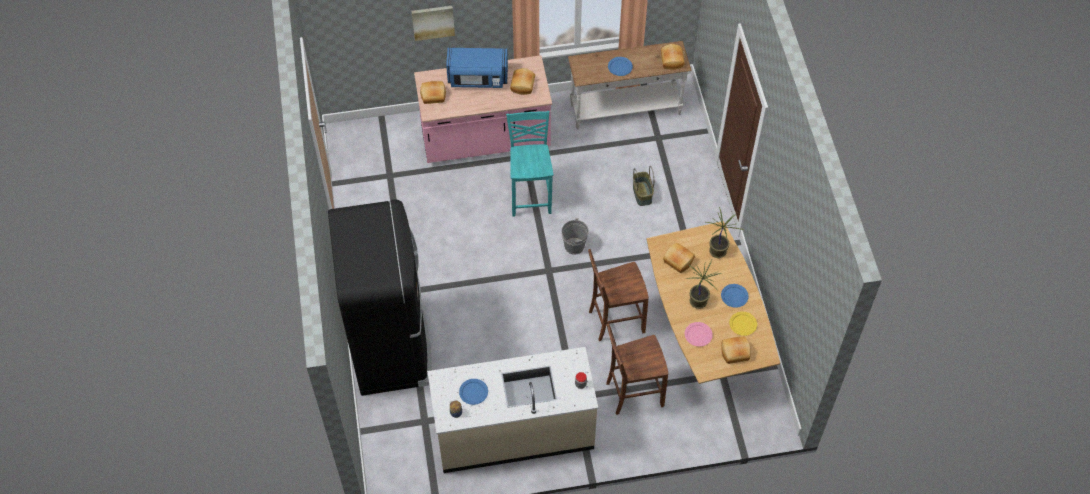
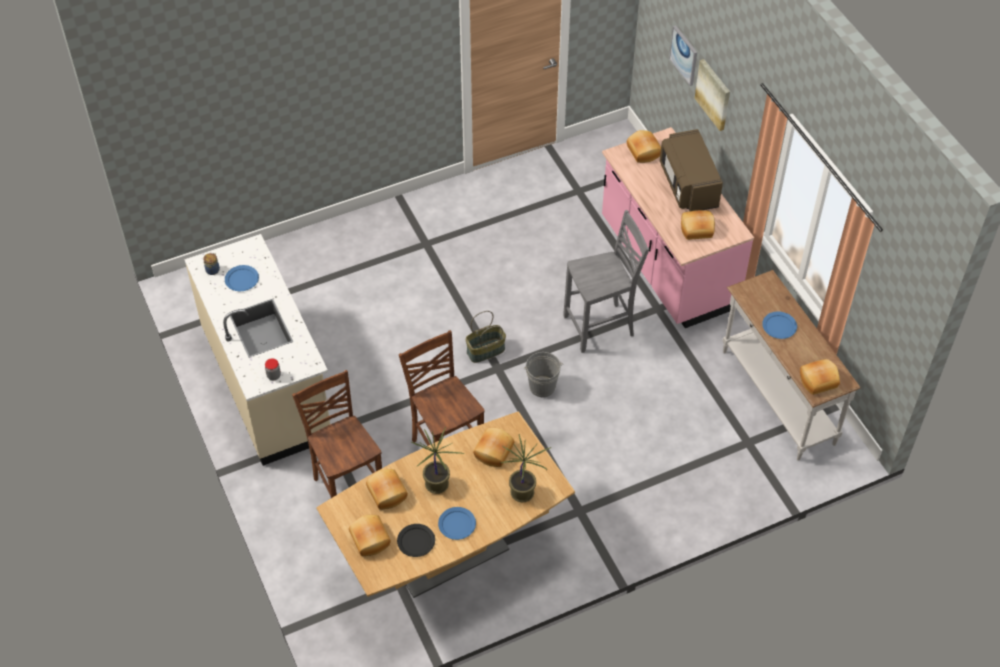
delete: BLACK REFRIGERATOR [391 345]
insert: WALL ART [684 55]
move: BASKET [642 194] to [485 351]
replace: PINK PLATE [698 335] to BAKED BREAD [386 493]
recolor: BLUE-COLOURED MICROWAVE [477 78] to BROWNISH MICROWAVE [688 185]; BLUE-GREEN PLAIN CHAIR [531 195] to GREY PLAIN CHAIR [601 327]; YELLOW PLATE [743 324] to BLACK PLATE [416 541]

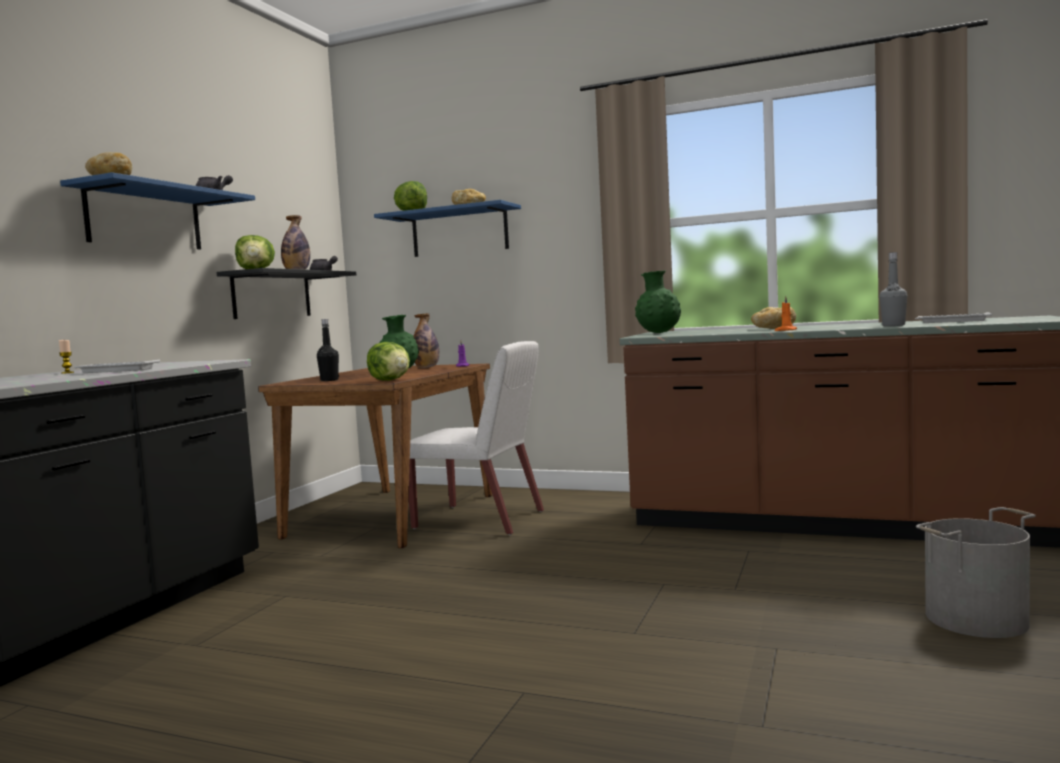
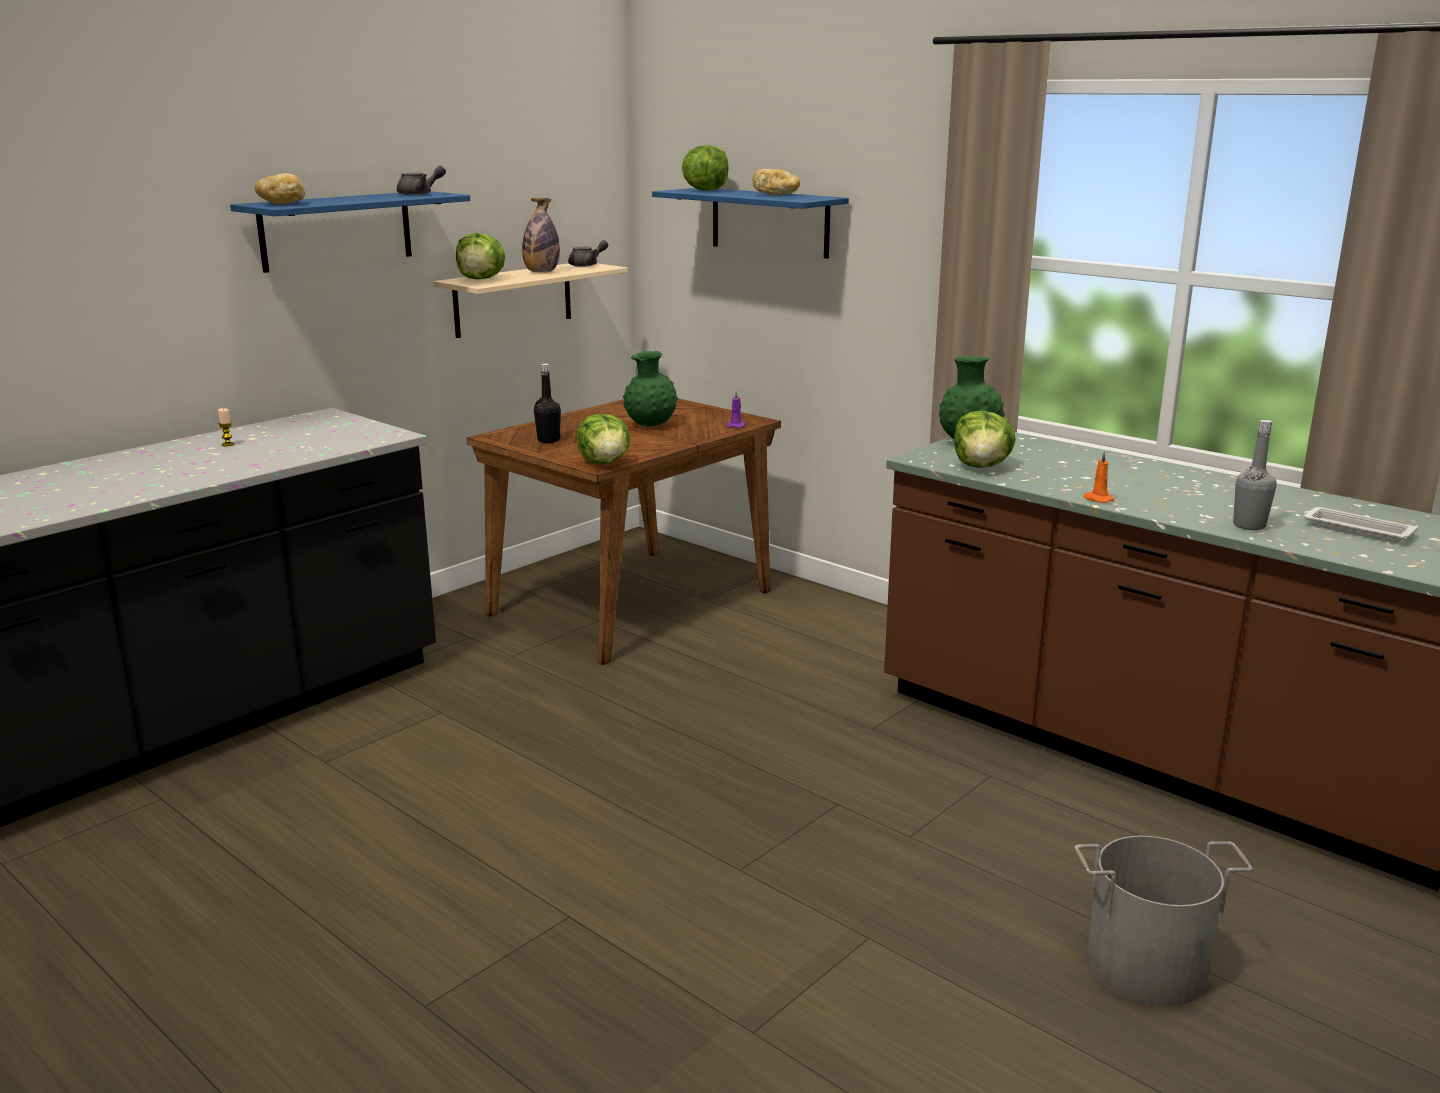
delete: BAKED BREAD [773 328]; DRINK BOTTLE [426 367]; WHITISH PLAIN CHAIR [481 520]; WHITISH CARRYING TRAY [116 371]
insert: LETTUCE HEAD [982 466]
recolor: BLACK BRACKET SHELF [272 295] to BEIGE-COLOURED BRACKET SHELF [513 299]

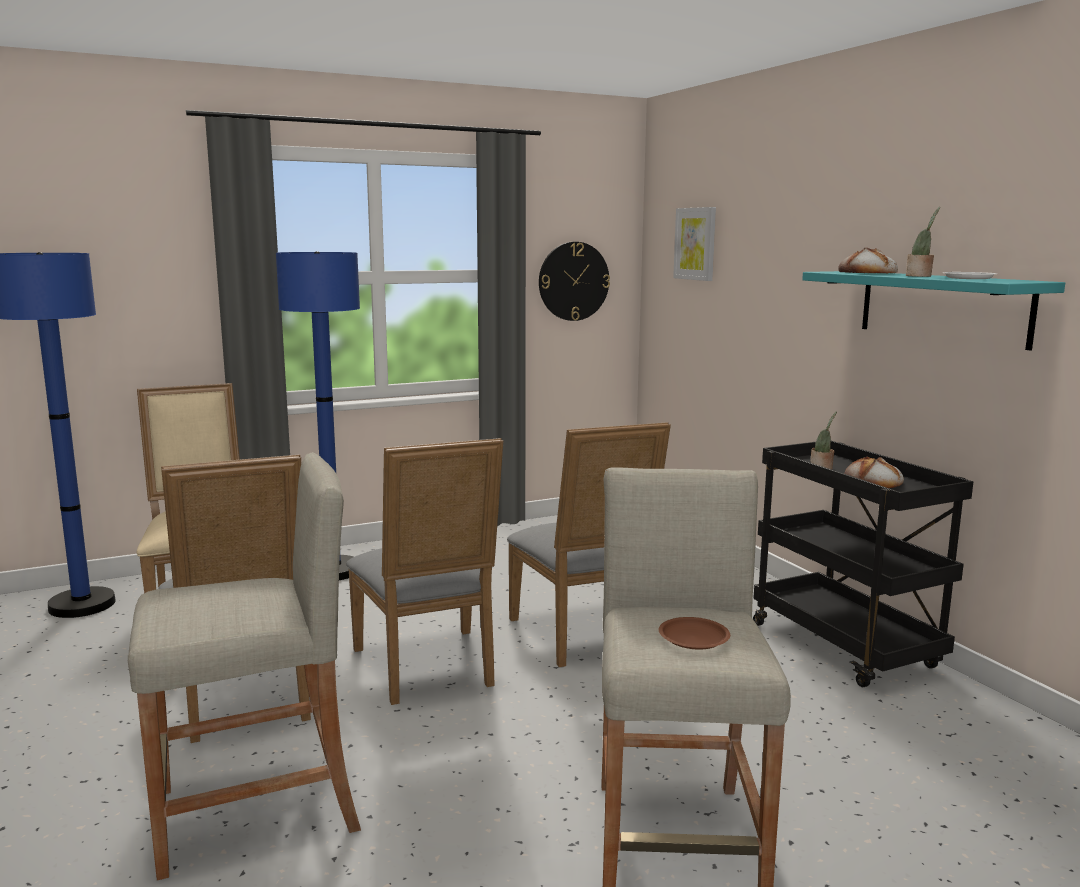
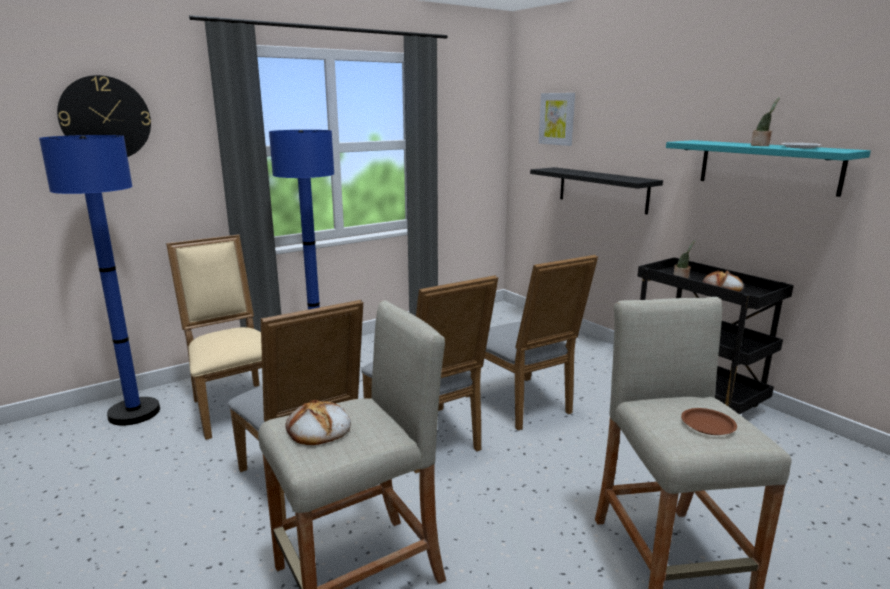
insert: BLACK BRACKET SHELF [602 189]
move: CLOCK ON THE WALL [573 281] to [105 118]; BAKED BREAD [867 273] to [318 429]

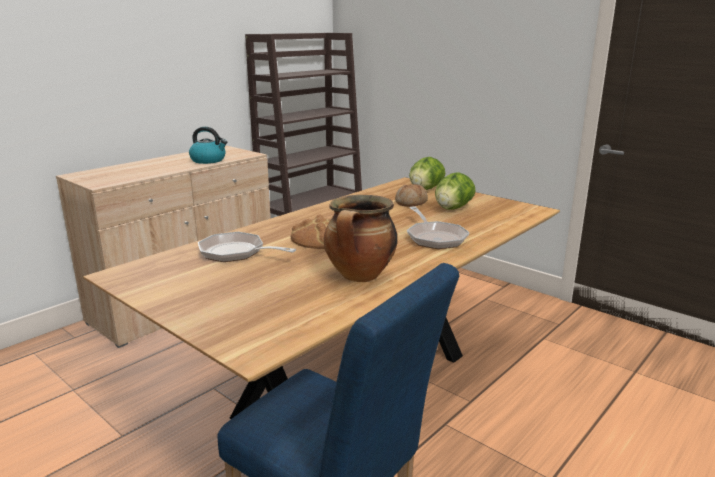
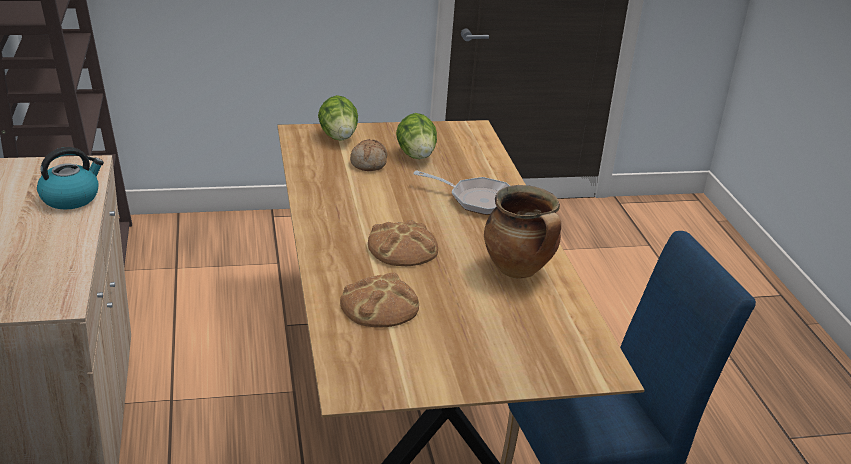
replace: PAN [236 253] to BAKED BREAD [380 305]

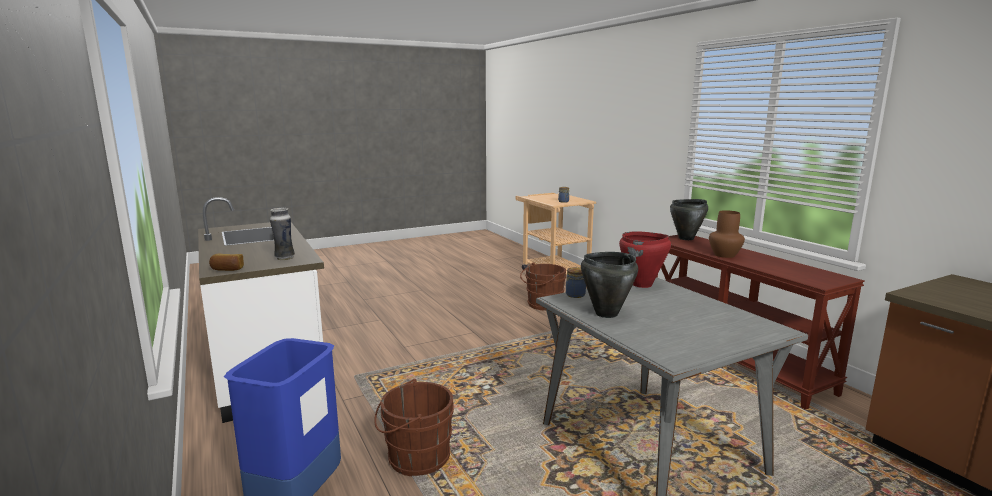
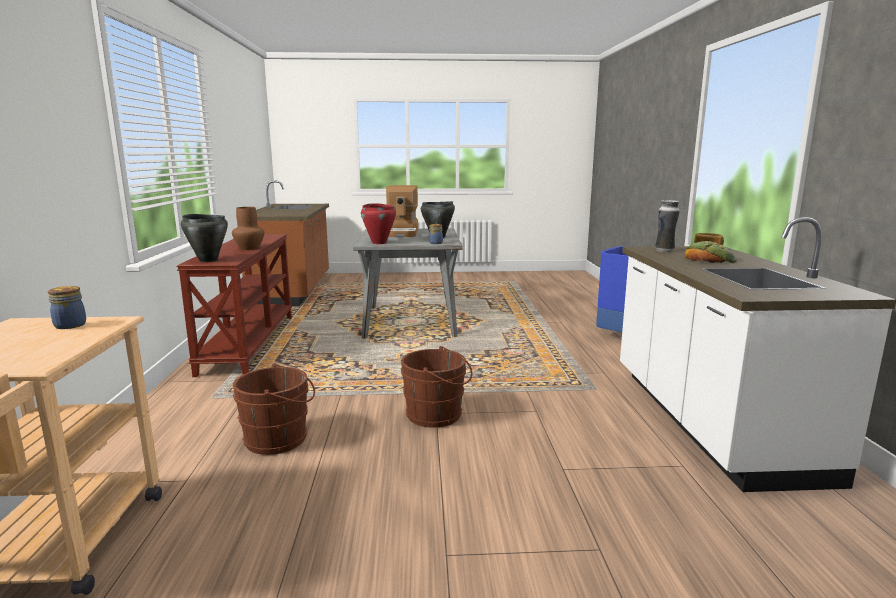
insert: COFFEE MACHINE [403 233]; BAKED BREAD [708 259]
move: BROWNISH WATER BUCKET [415 458] to [437 415]

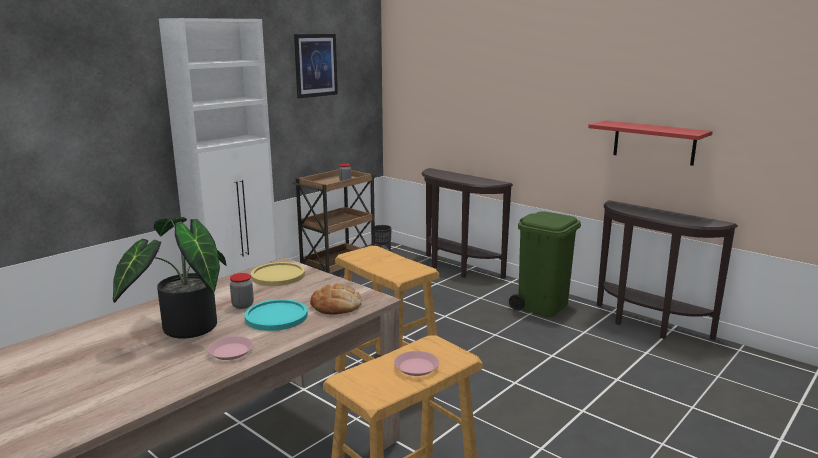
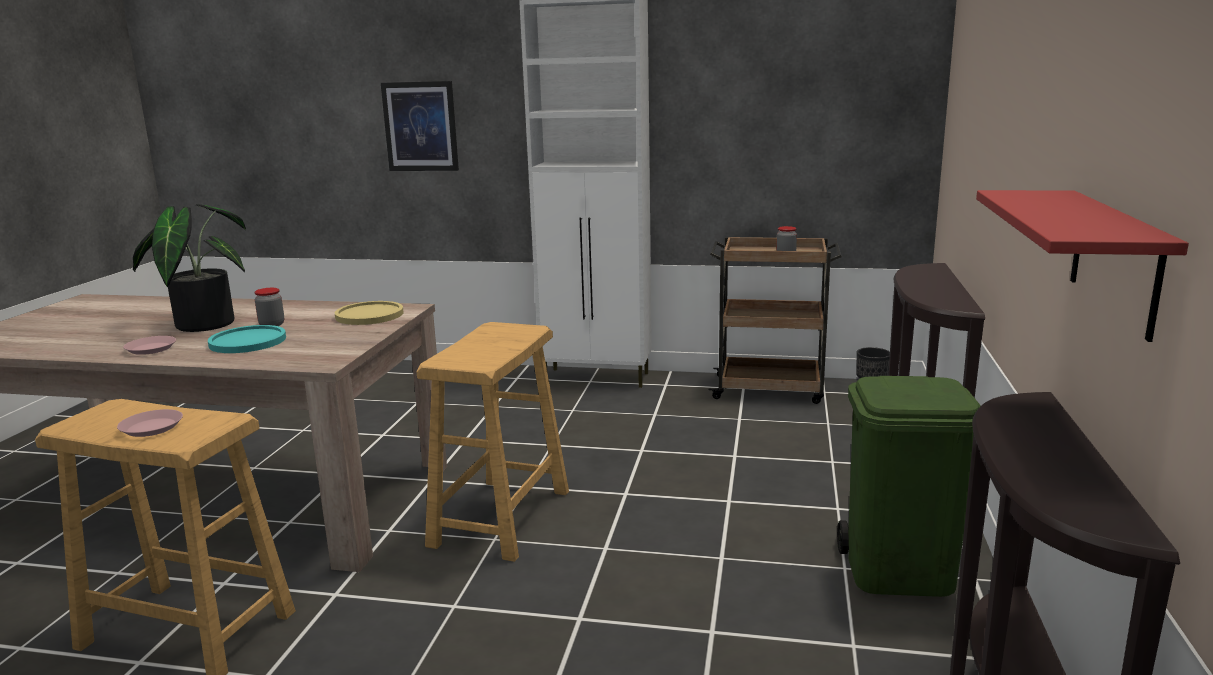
delete: BAKED BREAD [336 305]
move: WALL ART [315 65] to [420 126]

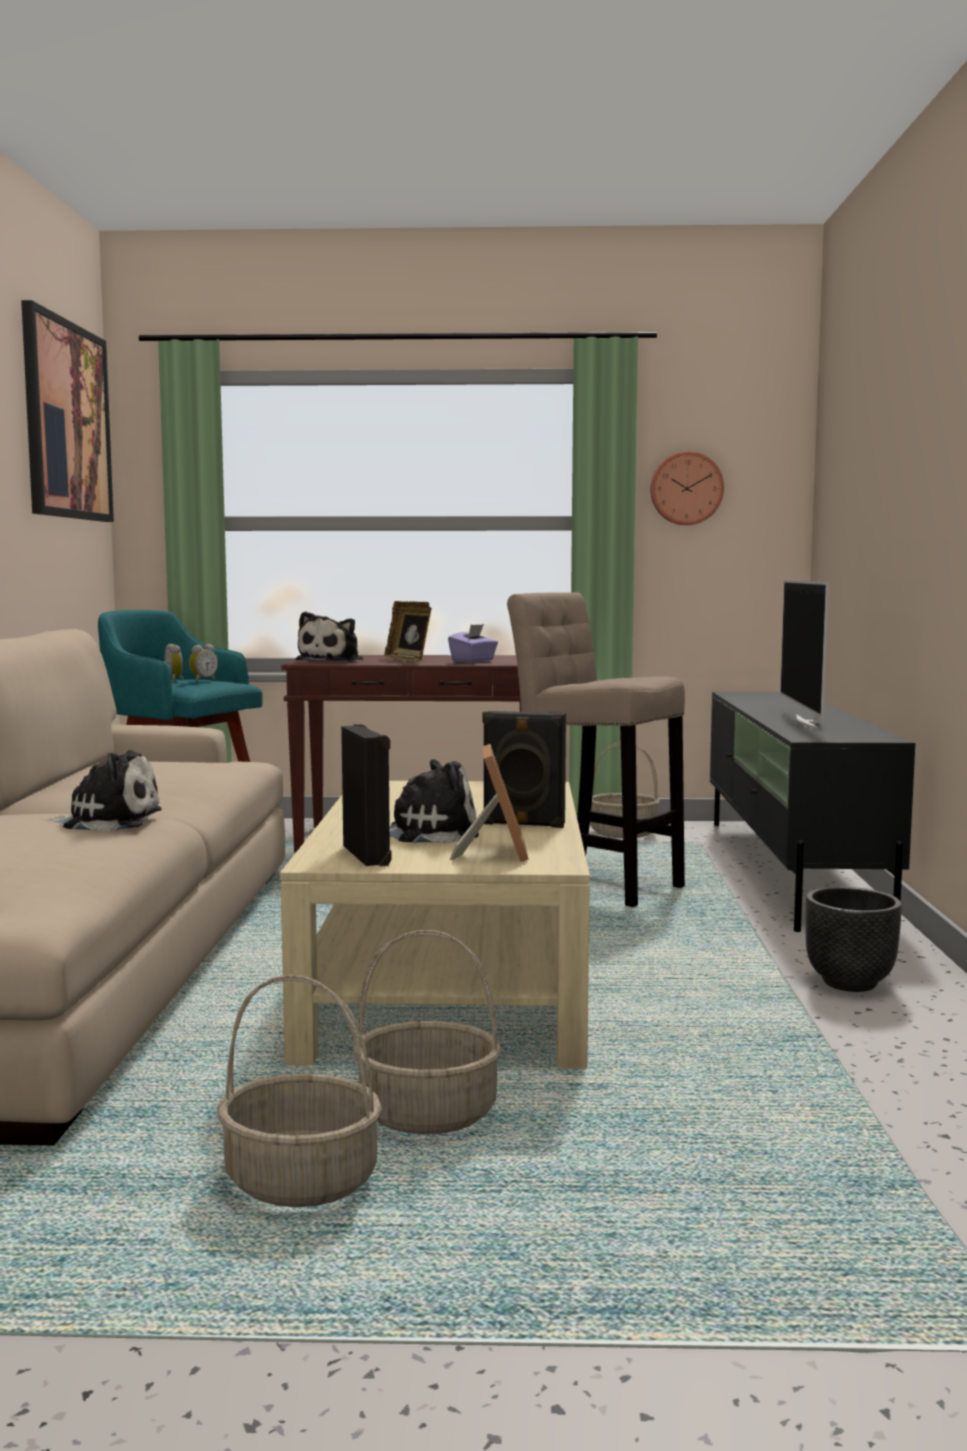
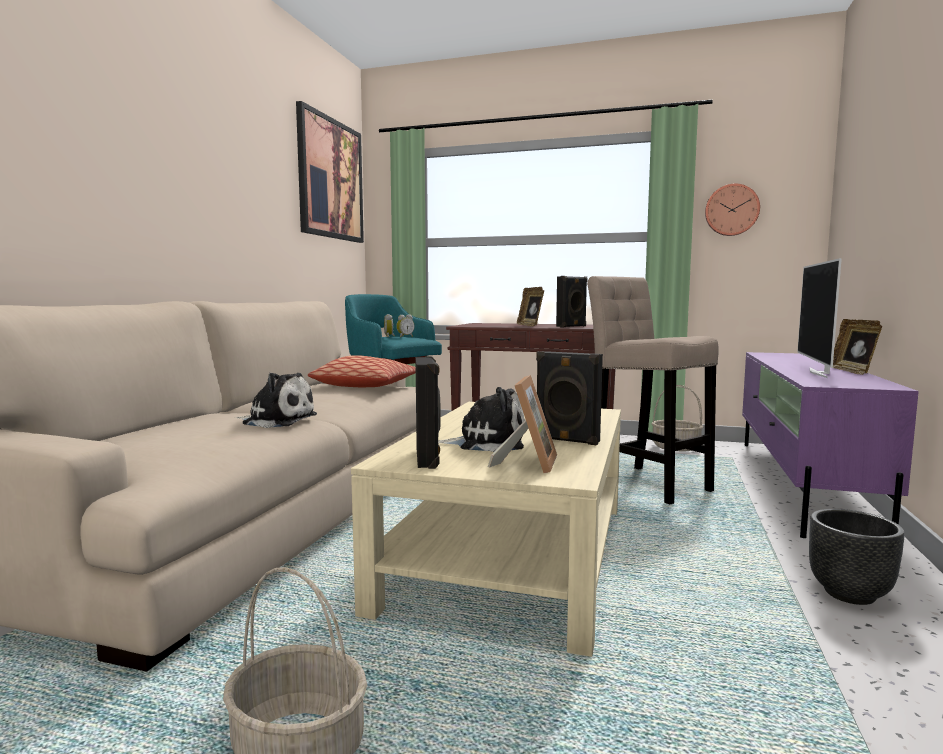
delete: SOFT TOY [333 661]; BASKET [426 1114]
insert: PICTURE FRAME [852 371]; THROW PILLOW [366 386]
replace: PURPLE-COLOURED TISSUE HOLDER [473 661] to BLACK SPEAKER [572 326]
recolor: BLACK TV STAND [790 870] to PURPLE-COLOURED TV STAND [800 484]

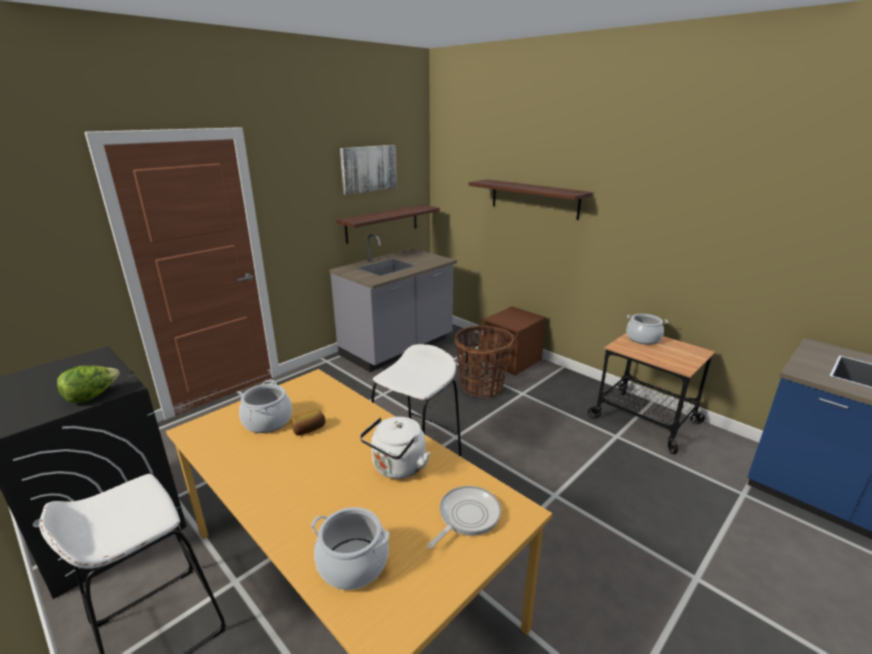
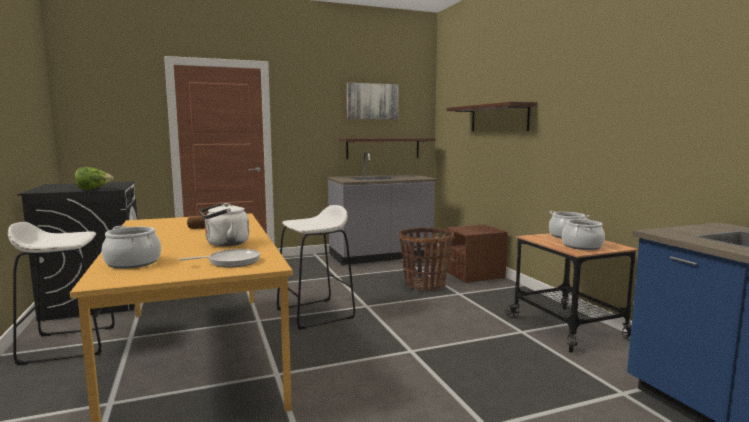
move: SAUCEPOT [267 421] to [582 246]

